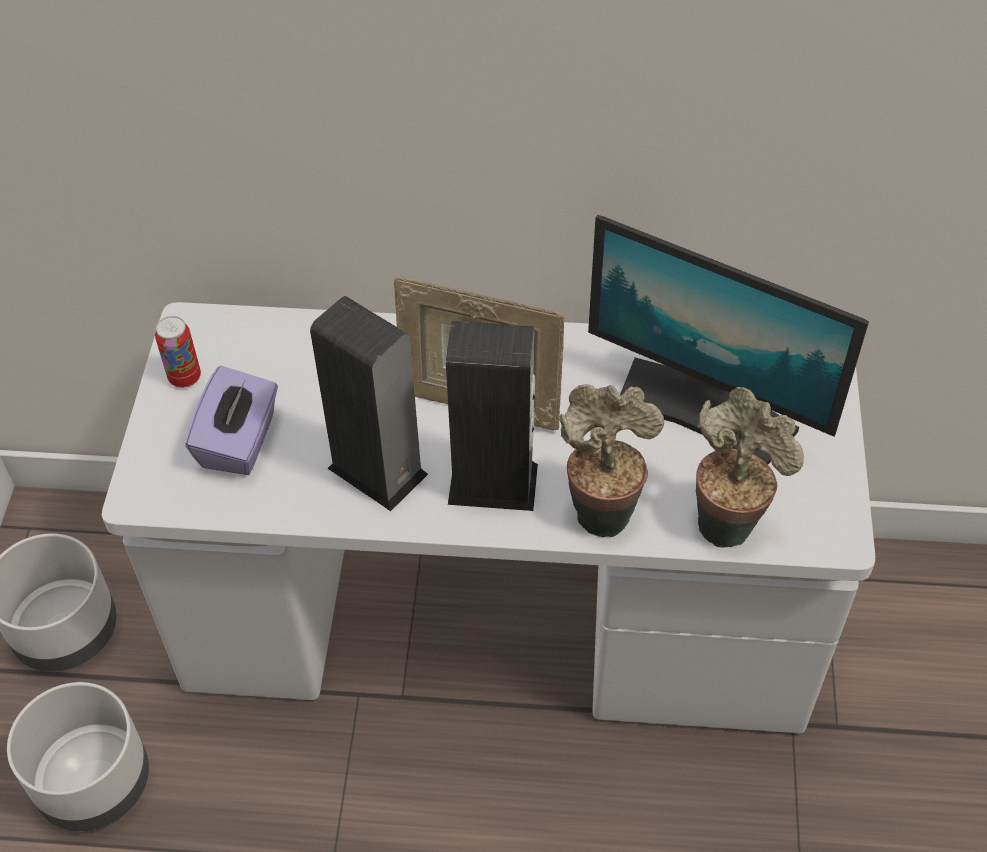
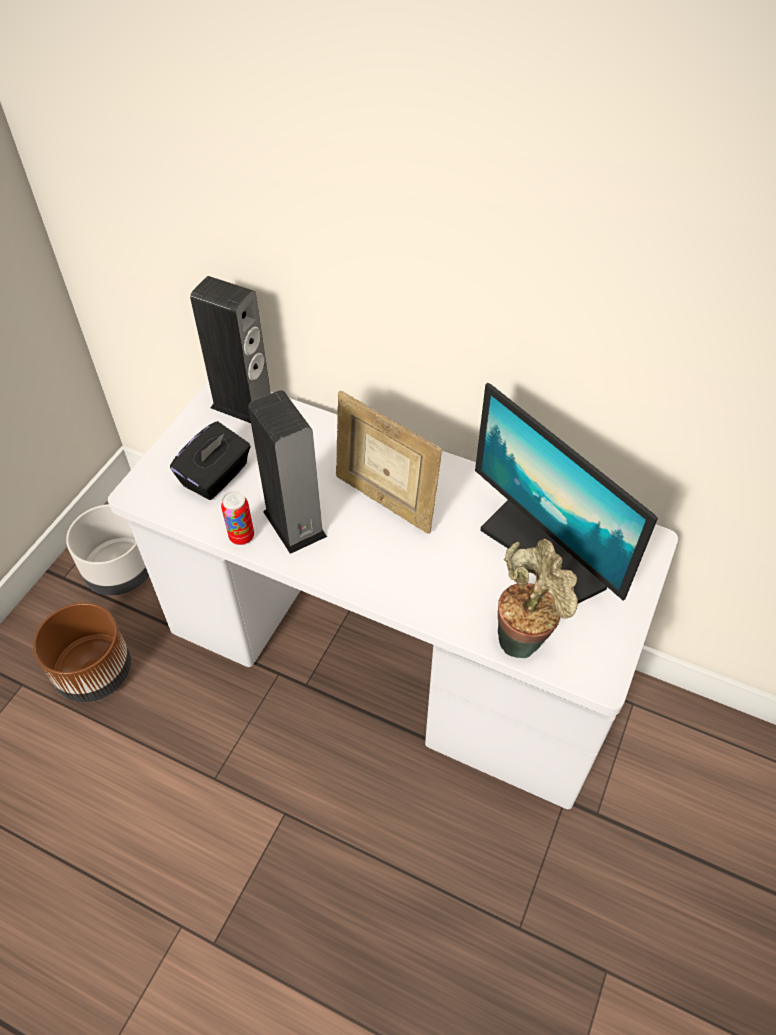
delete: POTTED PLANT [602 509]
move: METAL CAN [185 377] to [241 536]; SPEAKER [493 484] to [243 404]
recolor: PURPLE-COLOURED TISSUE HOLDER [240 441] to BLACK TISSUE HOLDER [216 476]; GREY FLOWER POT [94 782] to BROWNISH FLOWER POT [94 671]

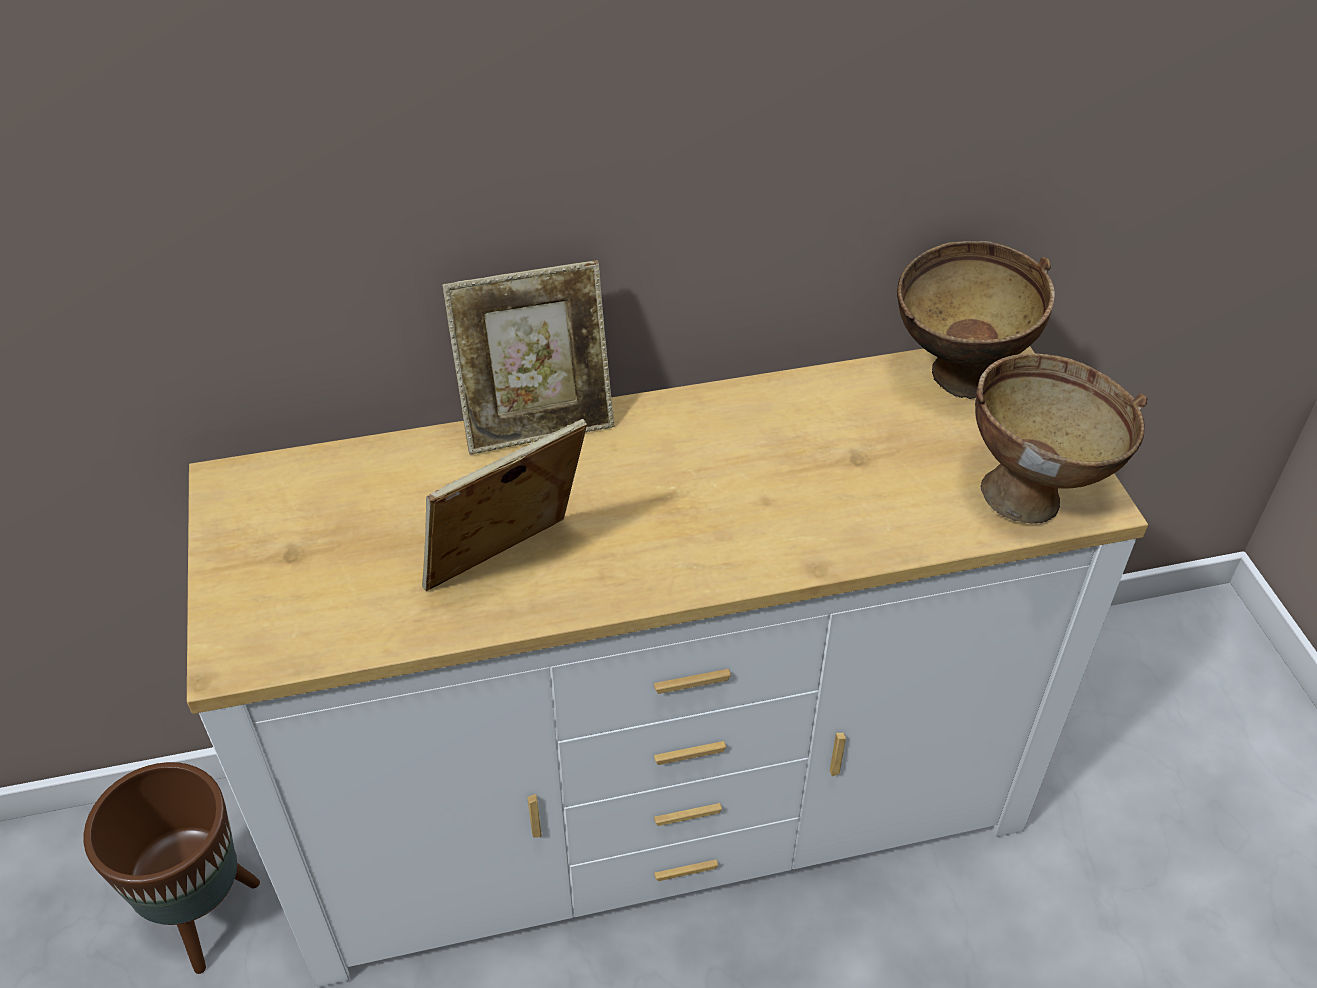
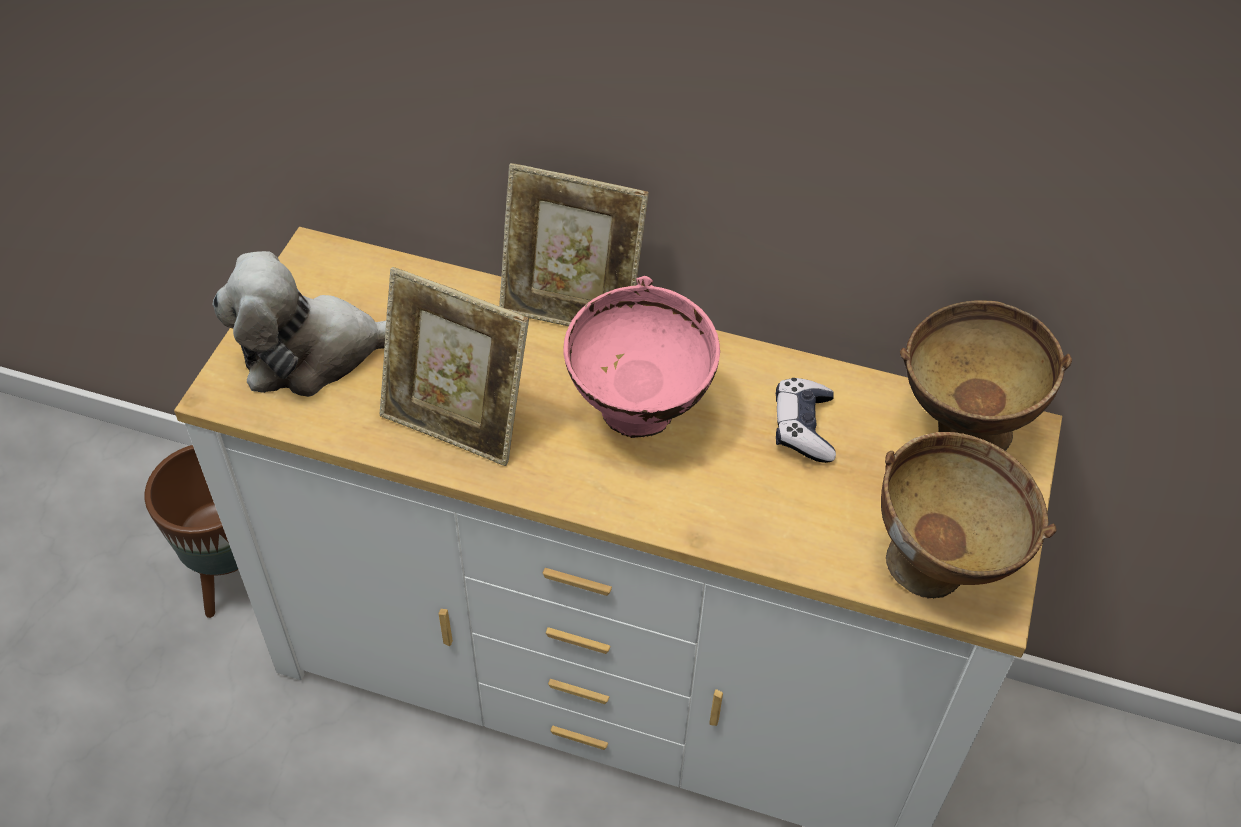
insert: SOFT TOY [315 353]; PINK BOWL [639 423]; GAME CONTROLLER [803 428]
rotate: PICTURE FRAME [508 571] = [457 421] 150 degrees counterclockwise

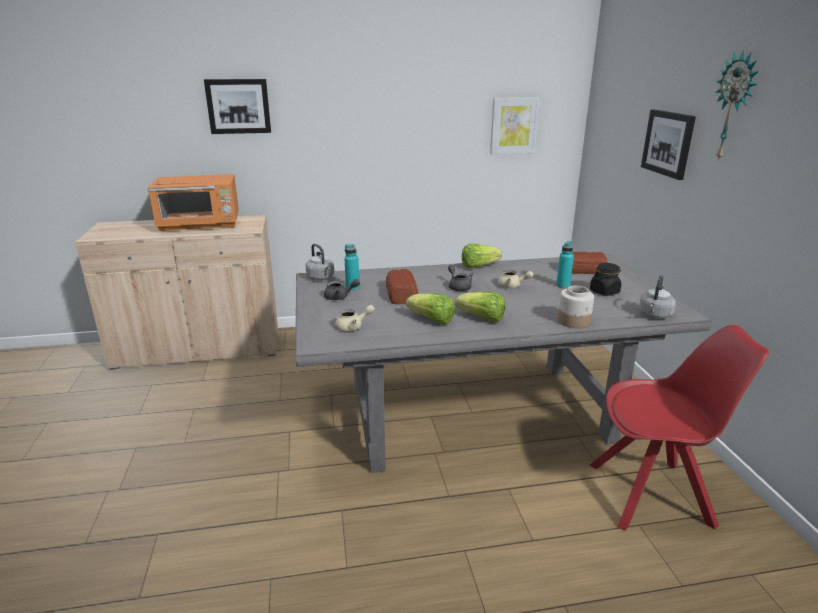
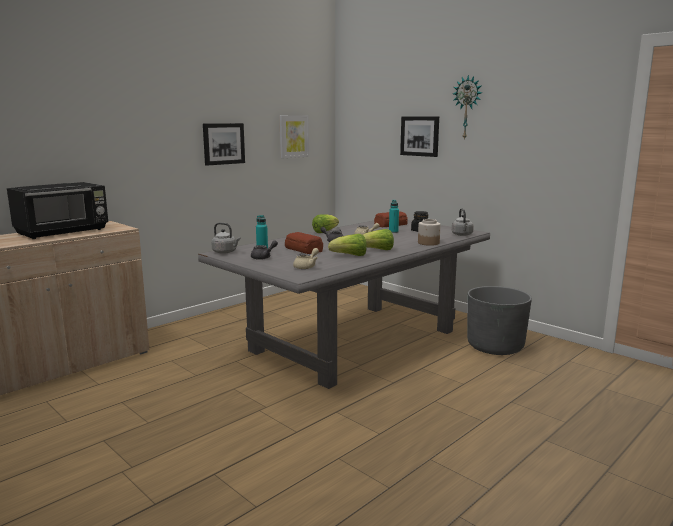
move: WALL ART [238 106] to [223 143]
replace: RED-COLOURED PLAIN CHAIR [653 494] to GREY FLOWER POT [495 346]
recolor: ORANGE MICROWAVE [201 225] to BLACK MICROWAVE [63 232]

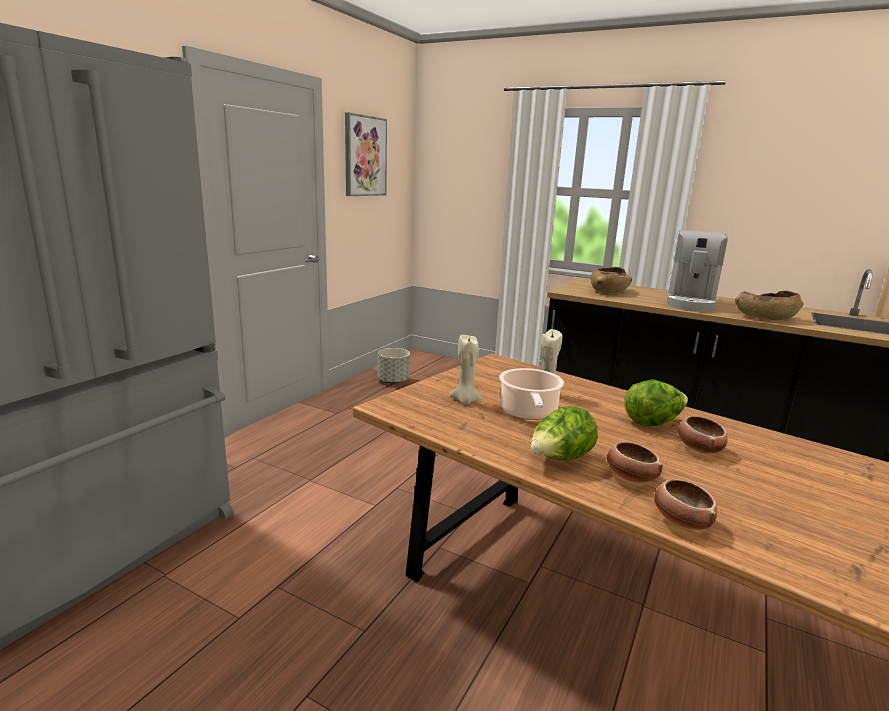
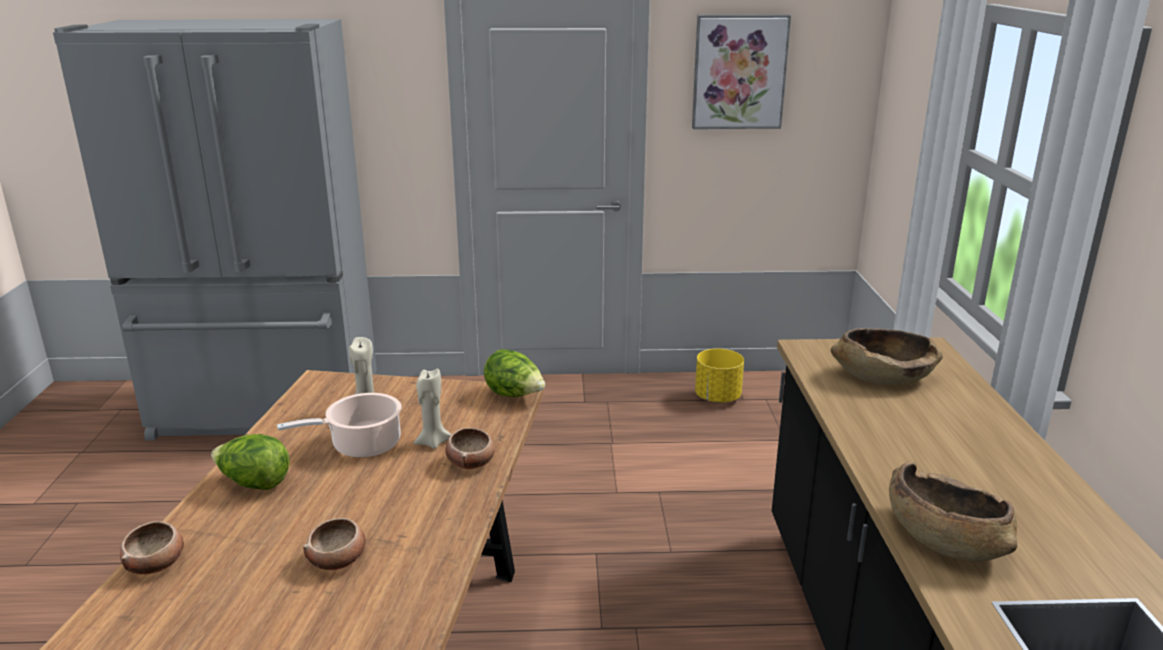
delete: COFFEE MACHINE [690 303]
move: LETTUCE HEAD [652 422] to [515 395]; BOWL [630 477] to [470 462]
recolor: GREY FLOWER POT [393 381] to YELLOW FLOWER POT [717 397]

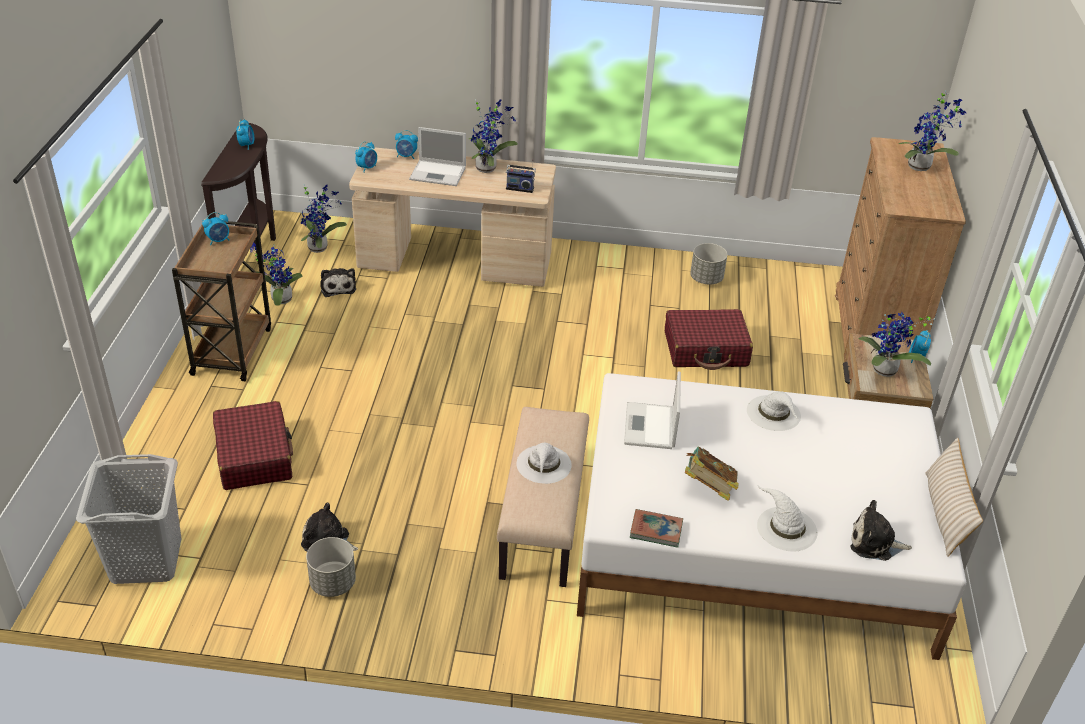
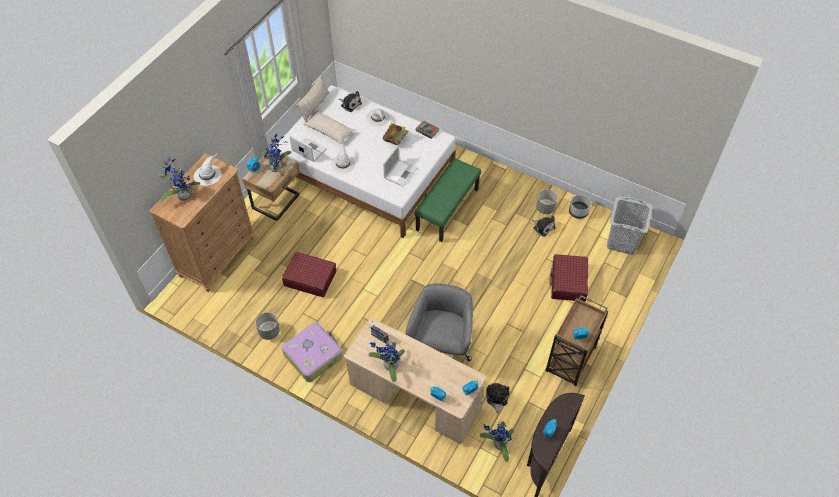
delete: POTTED PLANT [279 299]
insert: BEIGE-COLOURED THROW PILLOW [329 131]; GREY FLOWER POT [578 212]; GREY COMPUTER CHAIR [441 348]; SUITCASE [313 355]
move: LAPTOP [439 173] to [309 150]; WHITISH HAT [544 465] to [207 174]
recolor: BEIGE-COLOURED LONG SEAT [543 519] to GREEN-COLOURED LONG SEAT [447 209]

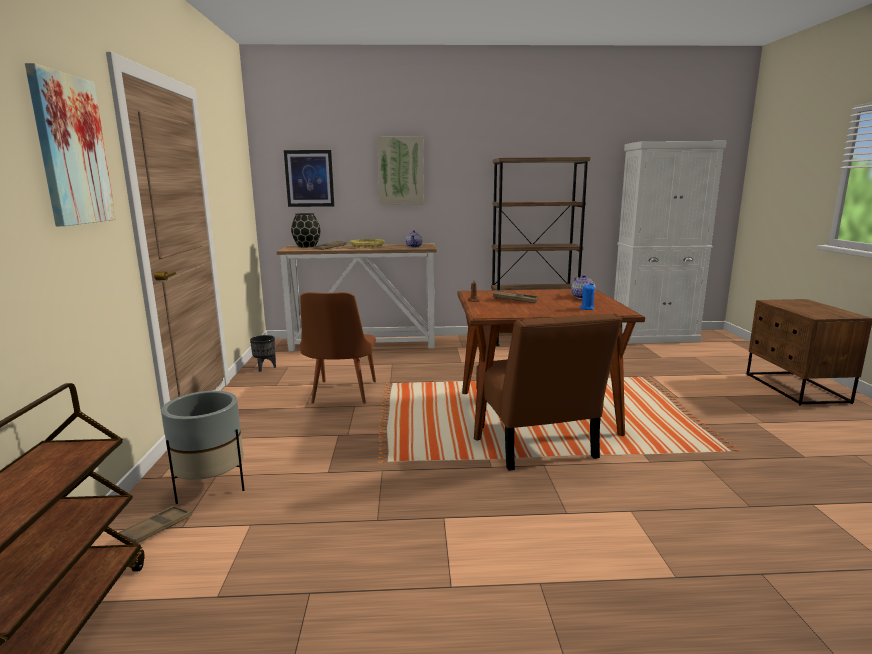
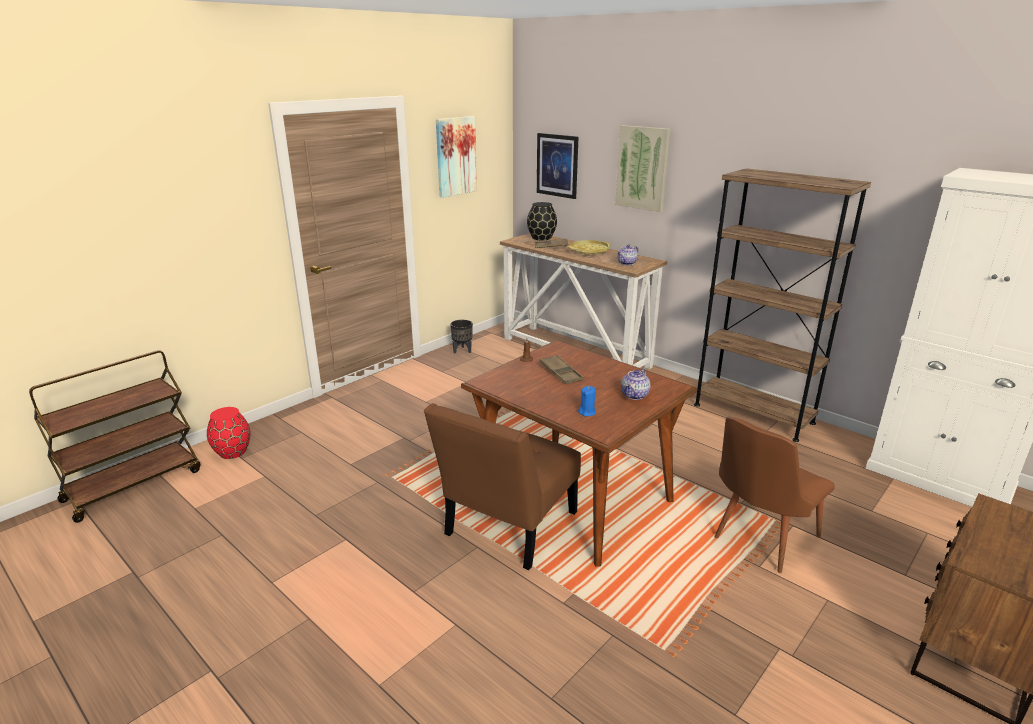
delete: GREY FLOWER POT [211 487]
move: WALL ART [71 150] to [455 156]; BROWNISH PLAIN CHAIR [341 394] to [759 540]
replace: BROWNISH CARRYING TRAY [157 528] to RED-COLOURED FLOWER VASE [233 452]

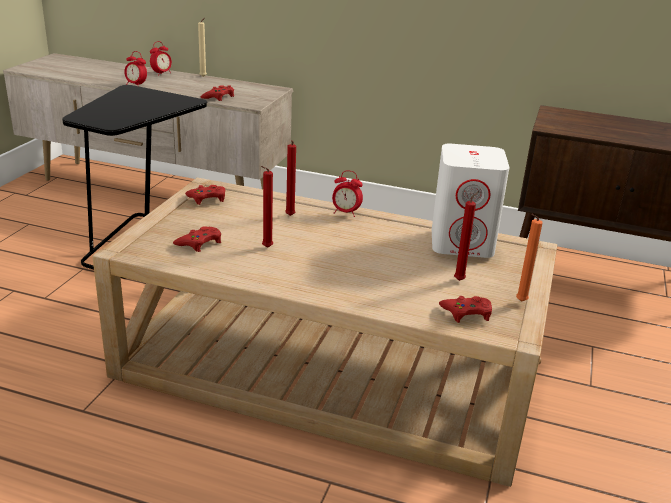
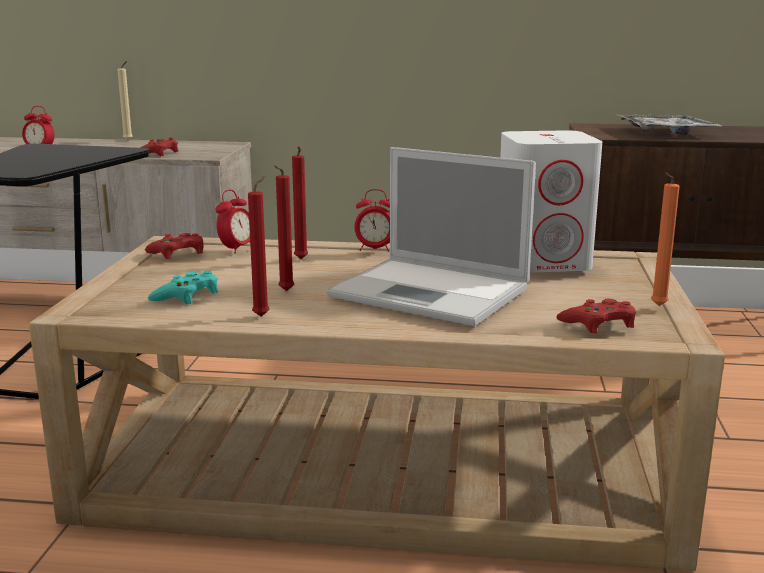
insert: CARRYING TRAY [665 133]; LAPTOP [433 292]
move: ALARM CLOCK [161 73] to [236 249]; RED-COLOURED CANDLE [460 280] to [263 316]
recolor: RED-COLOURED GAME CONTROLLER [200 243] to BLUE-GREEN GAME CONTROLLER [187 296]

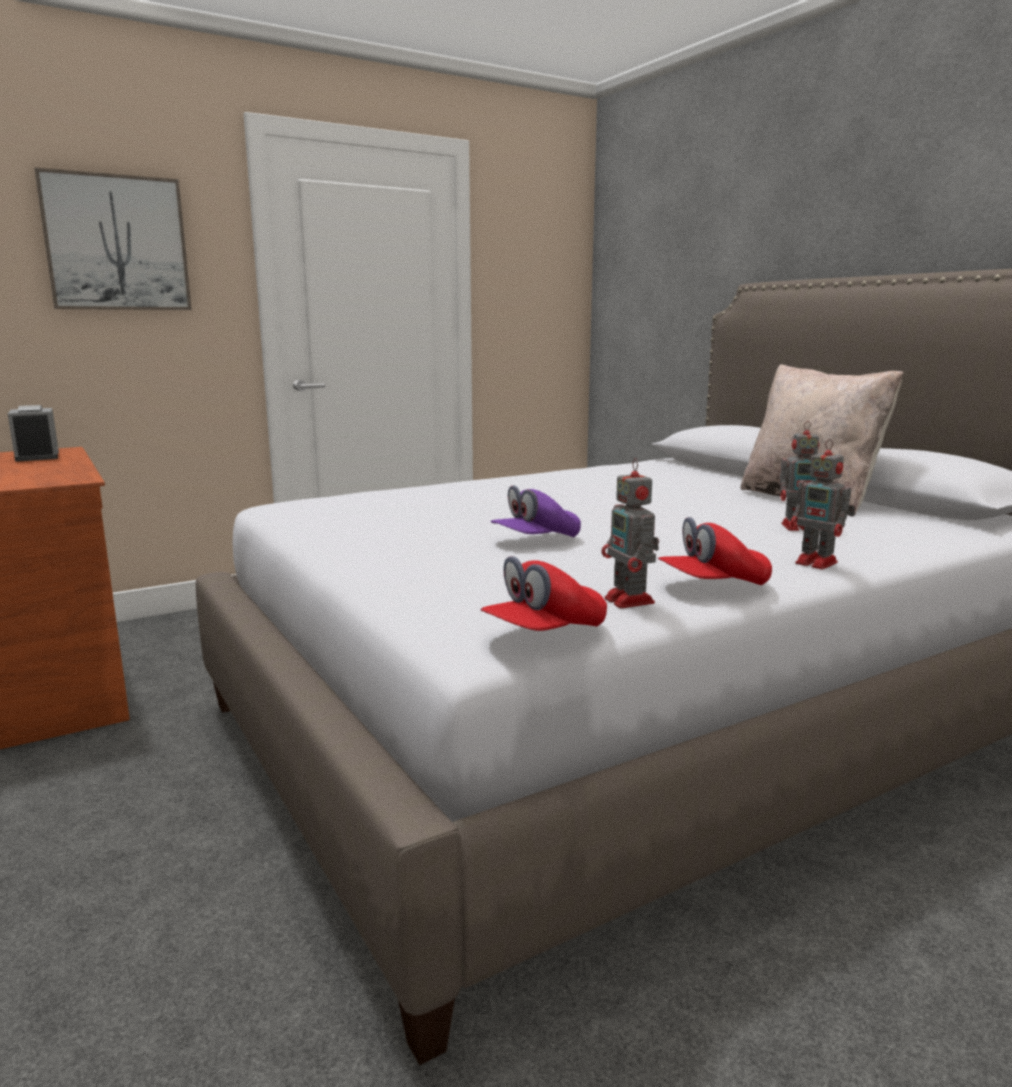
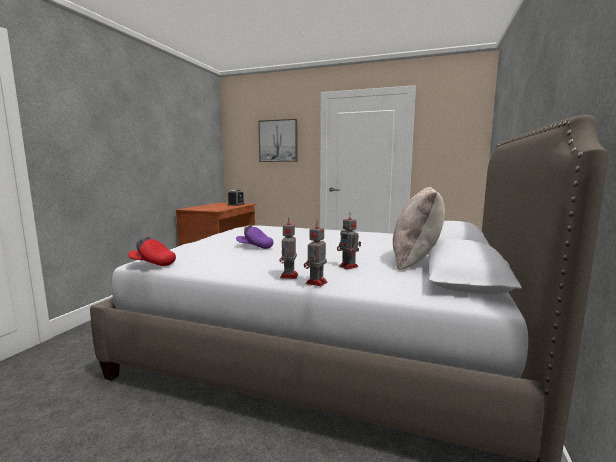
delete: RED-COLOURED BASEBALL CAP [713 585]
move: TOY ROBOT [630 601] to [316 283]

